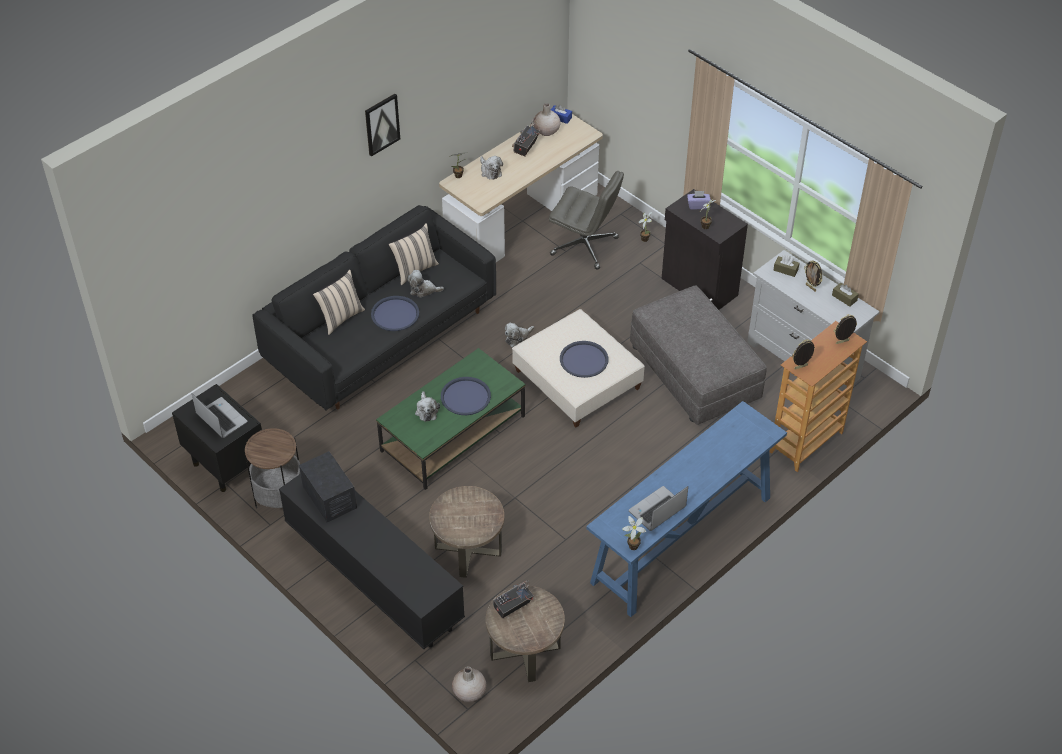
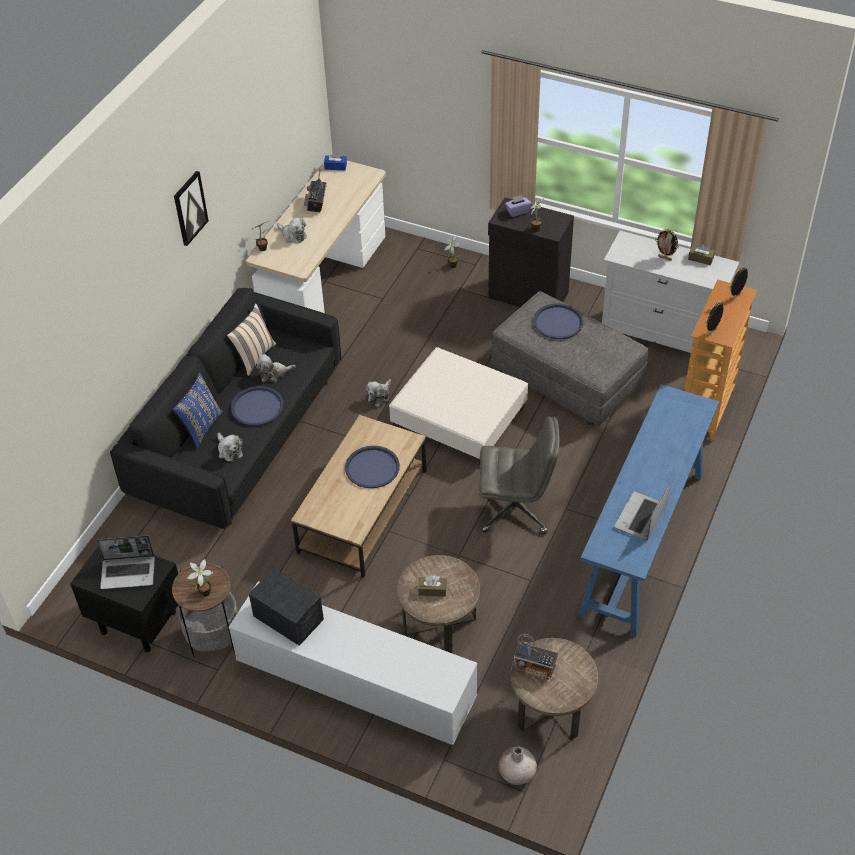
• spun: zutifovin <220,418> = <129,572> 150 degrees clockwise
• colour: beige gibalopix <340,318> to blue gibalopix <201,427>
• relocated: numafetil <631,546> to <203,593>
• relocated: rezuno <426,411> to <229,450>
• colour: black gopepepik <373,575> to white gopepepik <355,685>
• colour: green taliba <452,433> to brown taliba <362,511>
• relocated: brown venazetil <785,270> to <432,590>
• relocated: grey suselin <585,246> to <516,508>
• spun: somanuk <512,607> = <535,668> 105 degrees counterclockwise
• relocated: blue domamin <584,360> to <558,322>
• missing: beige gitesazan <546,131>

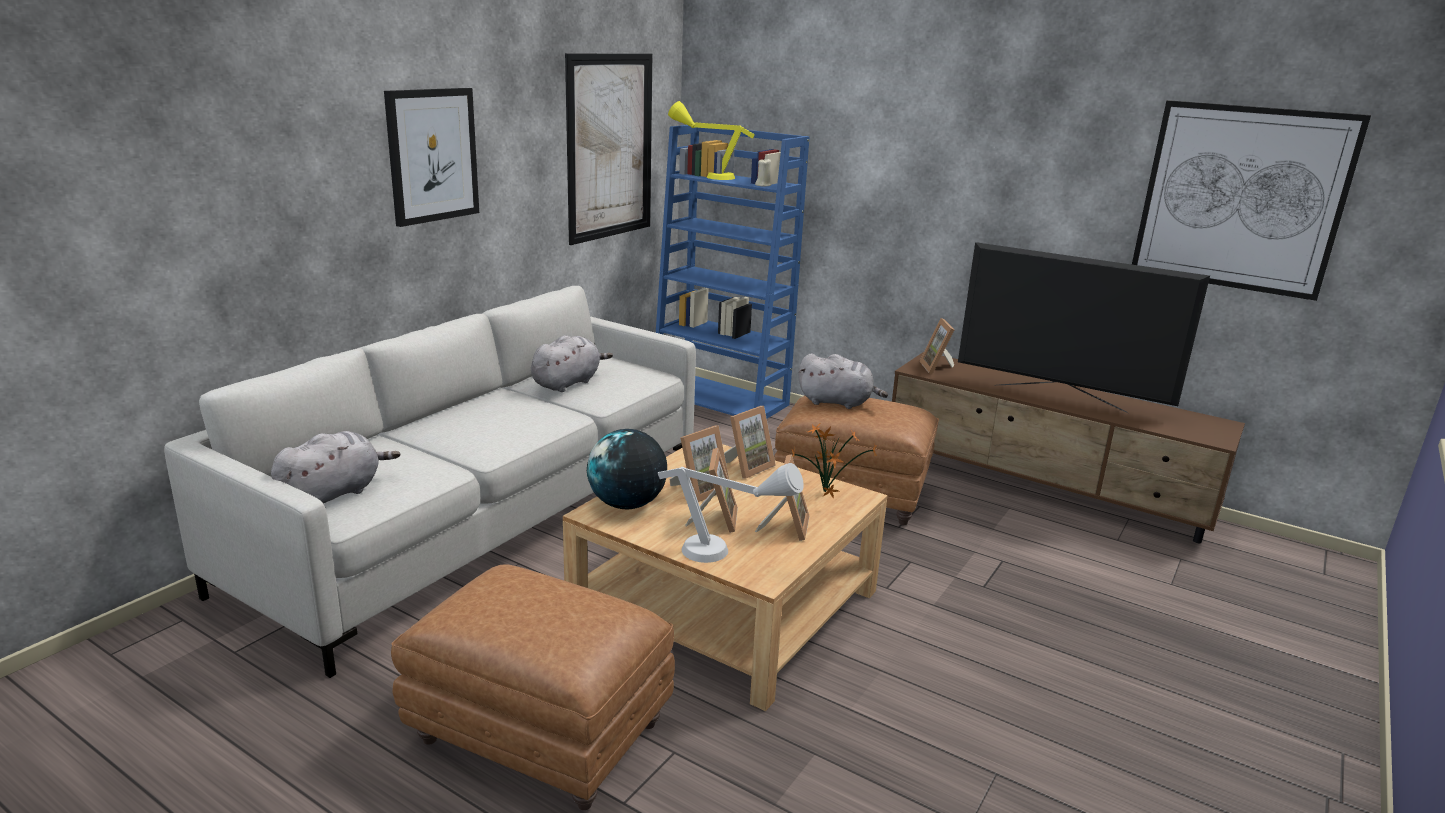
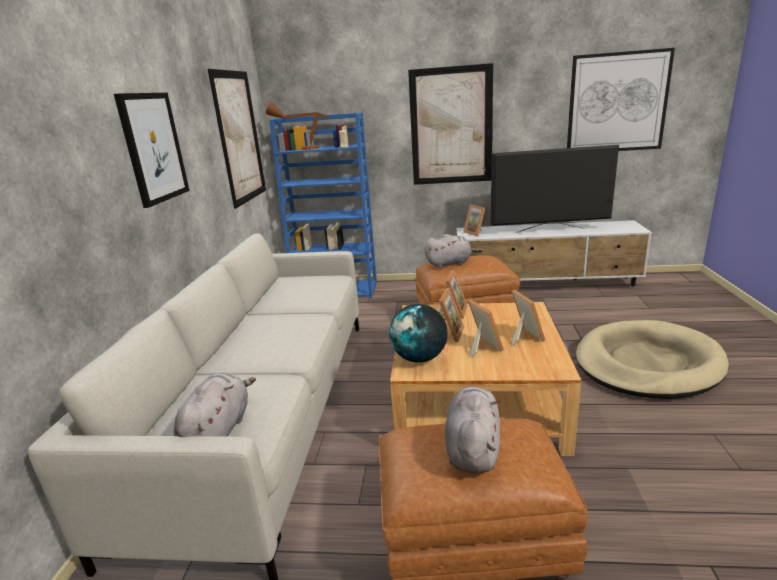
• colour: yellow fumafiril <707,176> to brown fumafiril <300,149>
• appeared: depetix <451,126>
• relocated: grey rezuno <568,383> to <472,448>
• colour: brown gopepepik <1044,490> to white gopepepik <546,284>
• appeared: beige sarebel <646,364>
• missing: grey fumafiril <727,556>
• missing: numafetil <825,492>

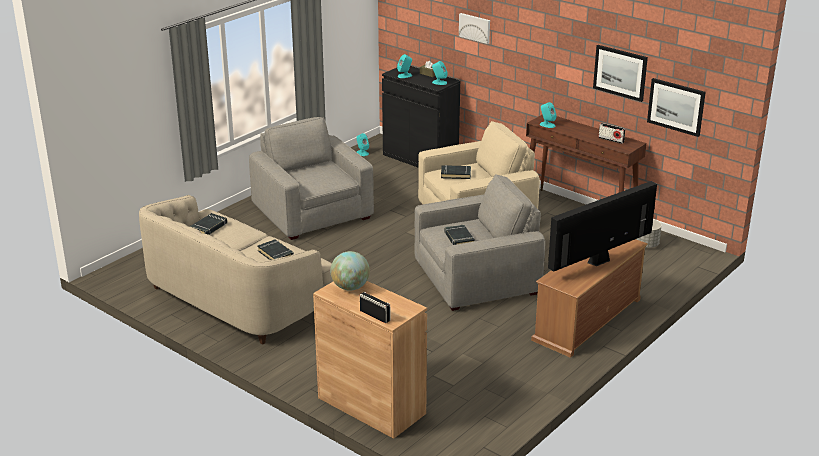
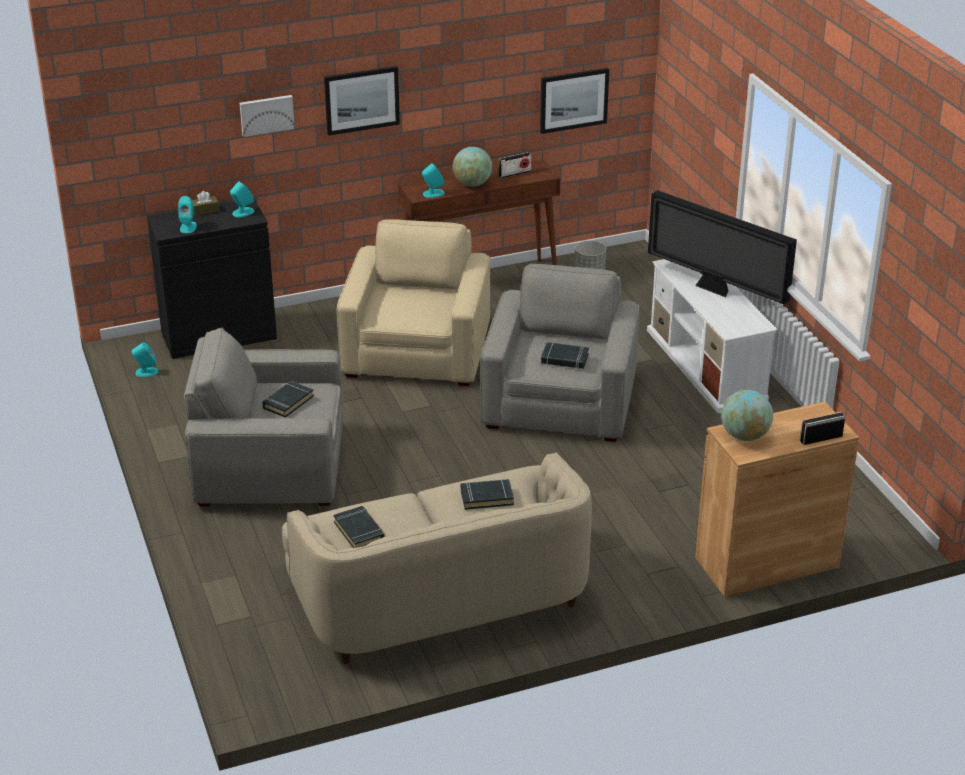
• relocated: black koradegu <456,174> to <288,402>
• relocated: depetix <620,72> to <361,100>
• appeared: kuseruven <472,184>
• colour: brown gopepepik <587,320> to white gopepepik <707,365>
• spun: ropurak <599,261> = <715,290> 45 degrees counterclockwise

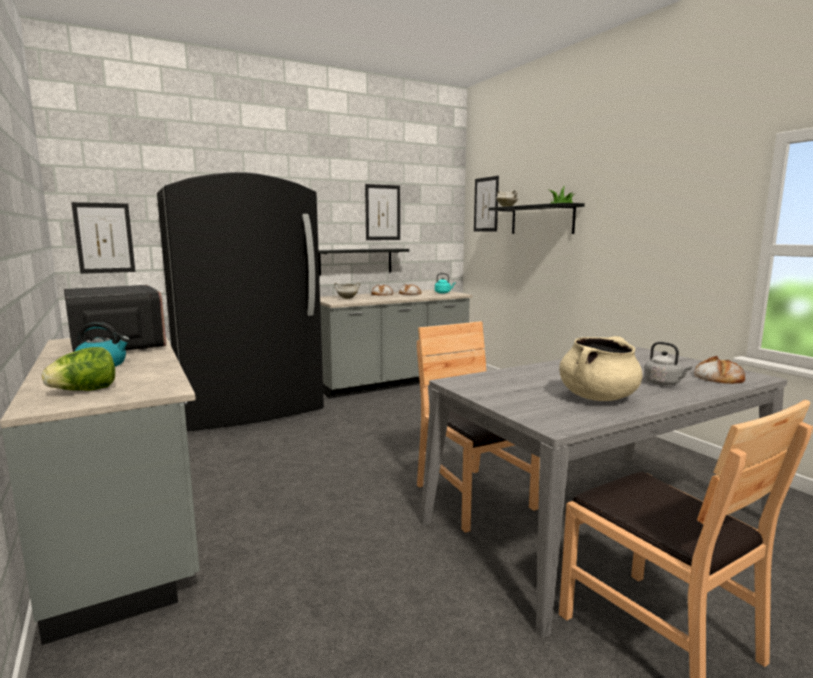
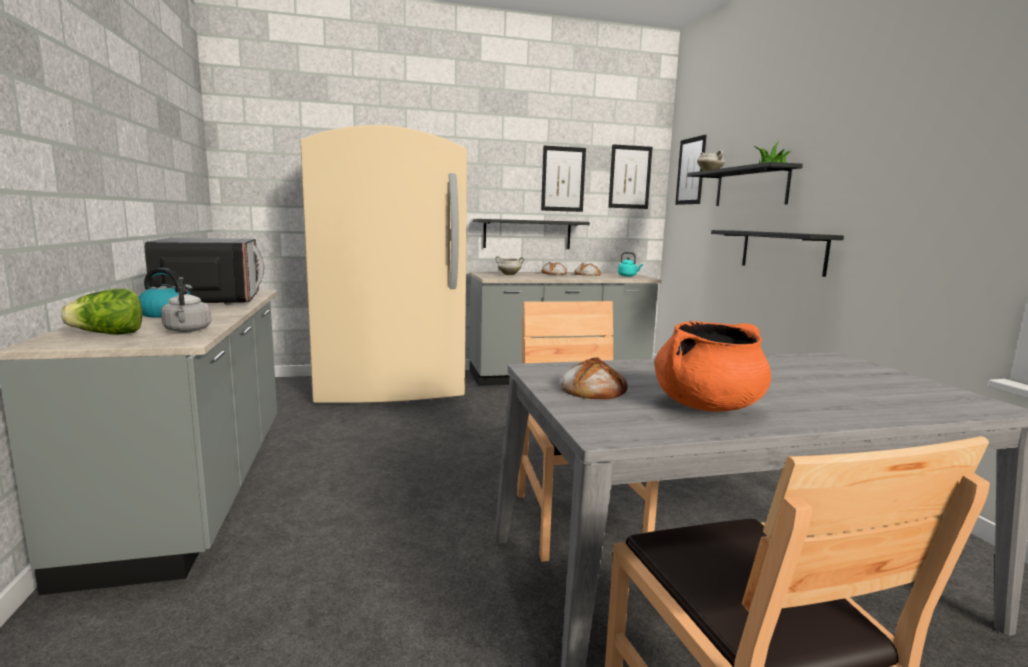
• relocated: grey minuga <664,383> to <187,330>
• colour: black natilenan <250,409> to beige natilenan <390,387>
• relocated: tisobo <717,377> to <592,389>
• relocated: depetix <104,238> to <630,177>
• colour: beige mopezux <598,397> to orange mopezux <707,406>
• appeared: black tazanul <782,251>

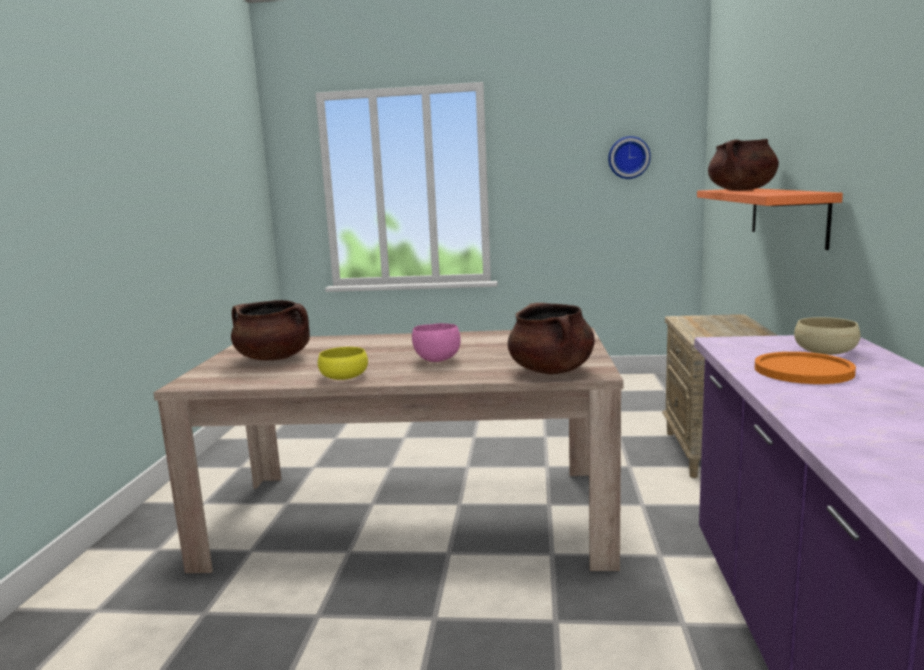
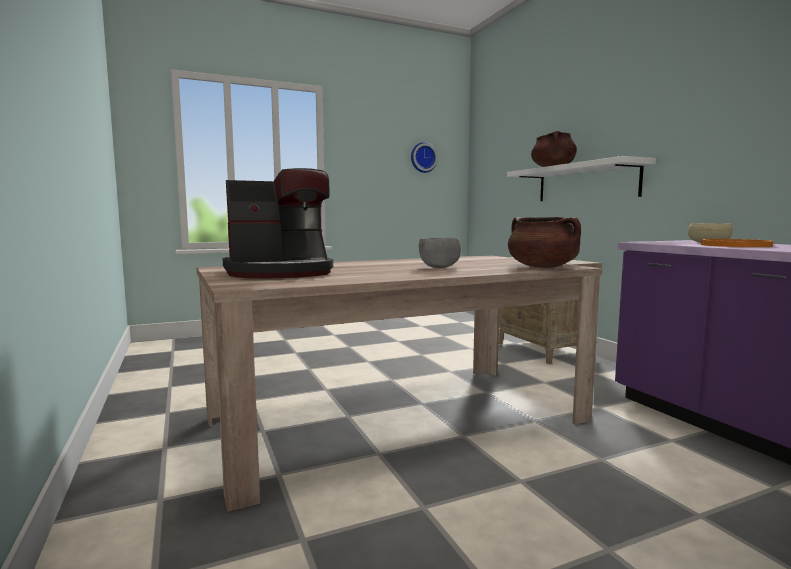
• exchanged: brown mopezux <274,358> to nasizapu <280,273>
• colour: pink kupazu <436,360> to grey kupazu <438,267>
• colour: orange tazanul <787,215> to white tazanul <585,183>
• missing: yellow kupazu <344,376>

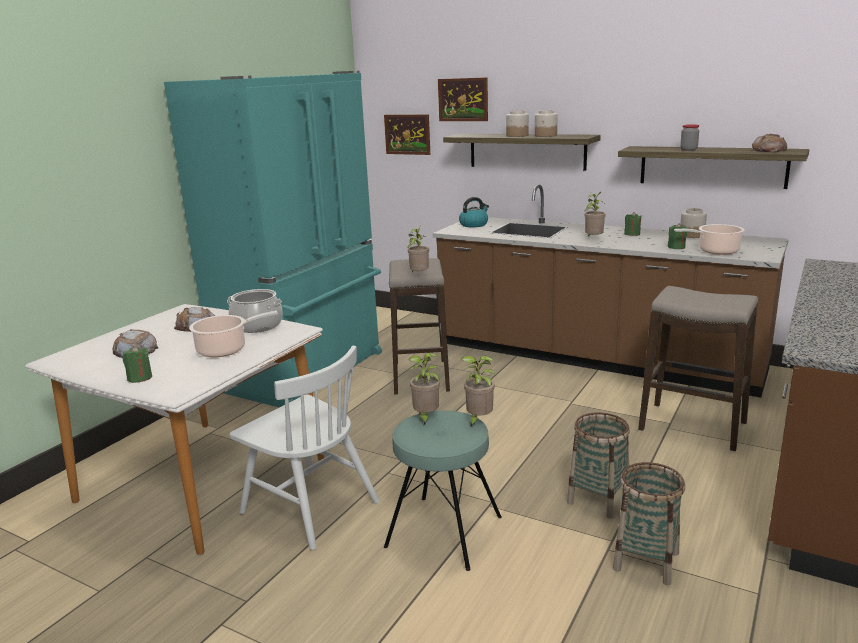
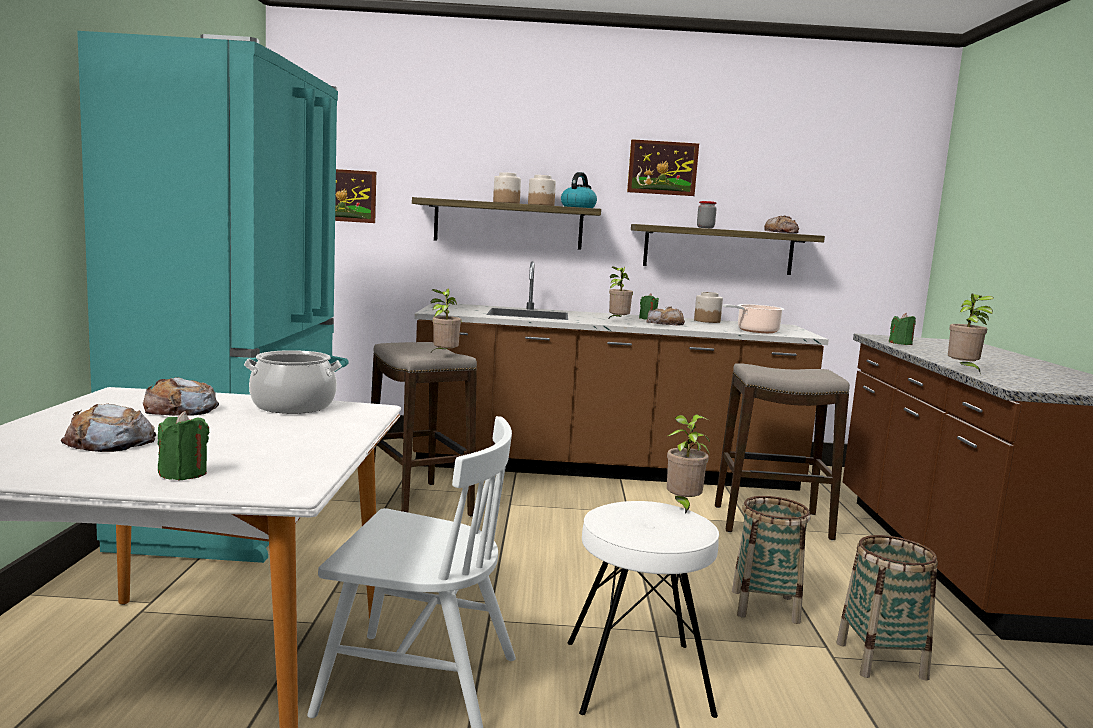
• relocated: minuga <474,224> to <578,207>
• colour: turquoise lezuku <443,531> to white lezuku <636,677>
• relocated: depetix <463,99> to <662,168>
• appeared: tisobo <665,323>
• relocated: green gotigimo <676,247> to <900,343>
• relocated: numafetil <425,417> to <963,370>
• missing: mopezux <225,349>

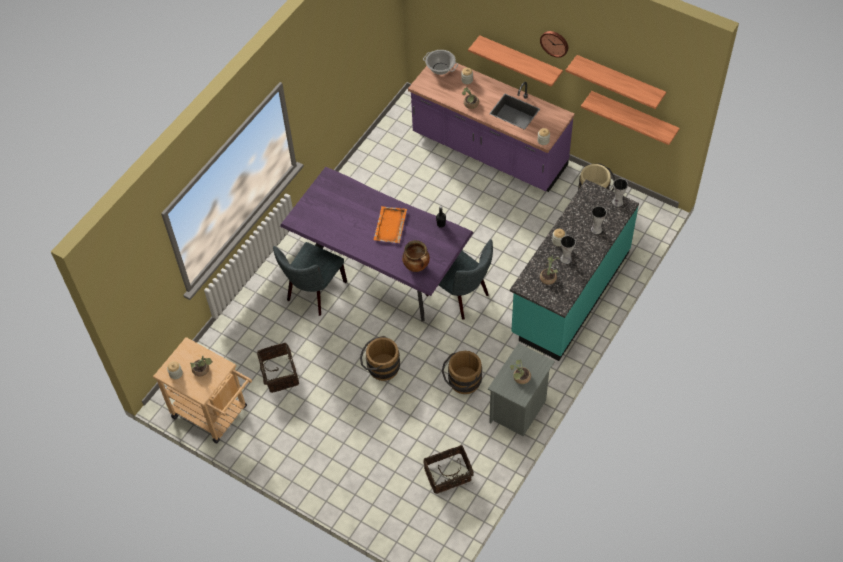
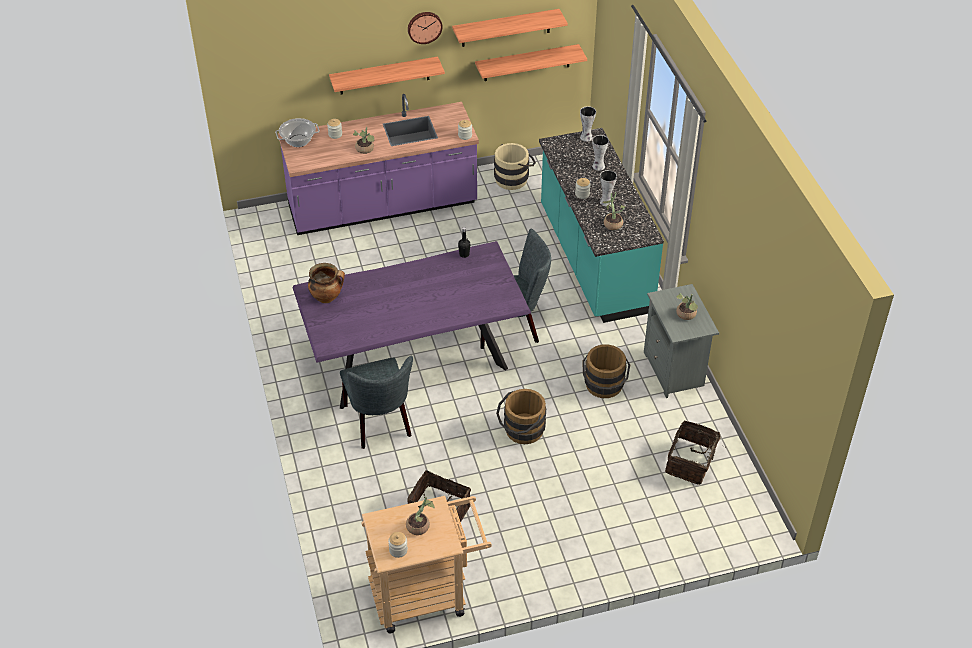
• relocated: mopezux <417,267> to <327,297>
• missing: orange domamin <390,226>

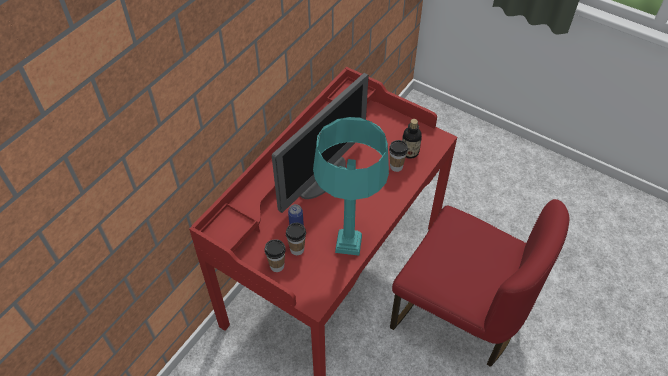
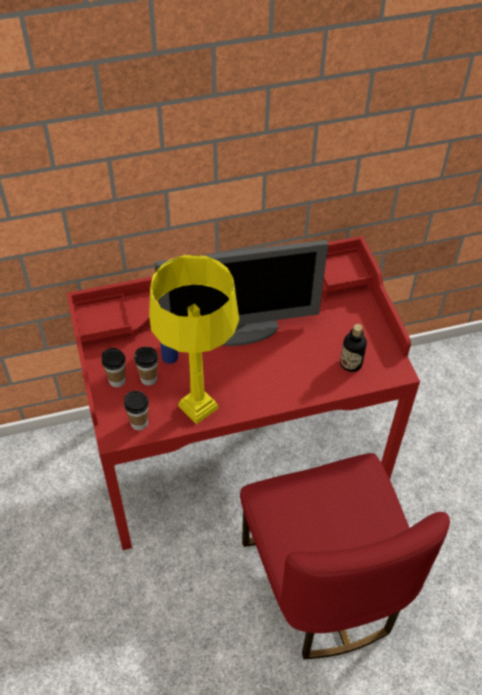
• relocated: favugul <396,166> to <139,423>
• colour: turquoise fumafiril <348,243> to yellow fumafiril <198,406>

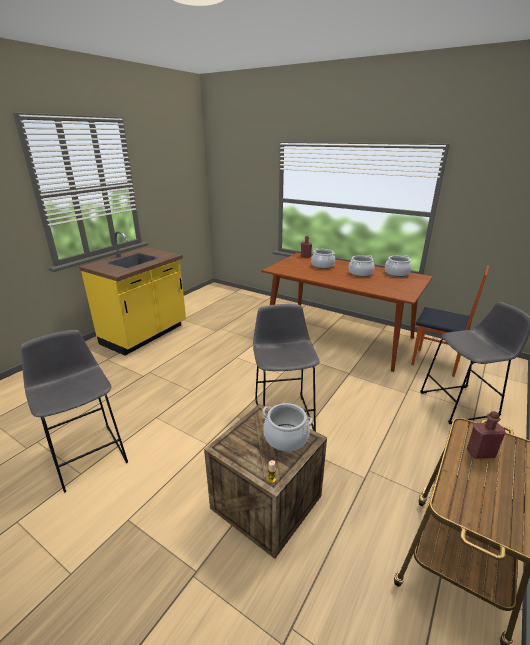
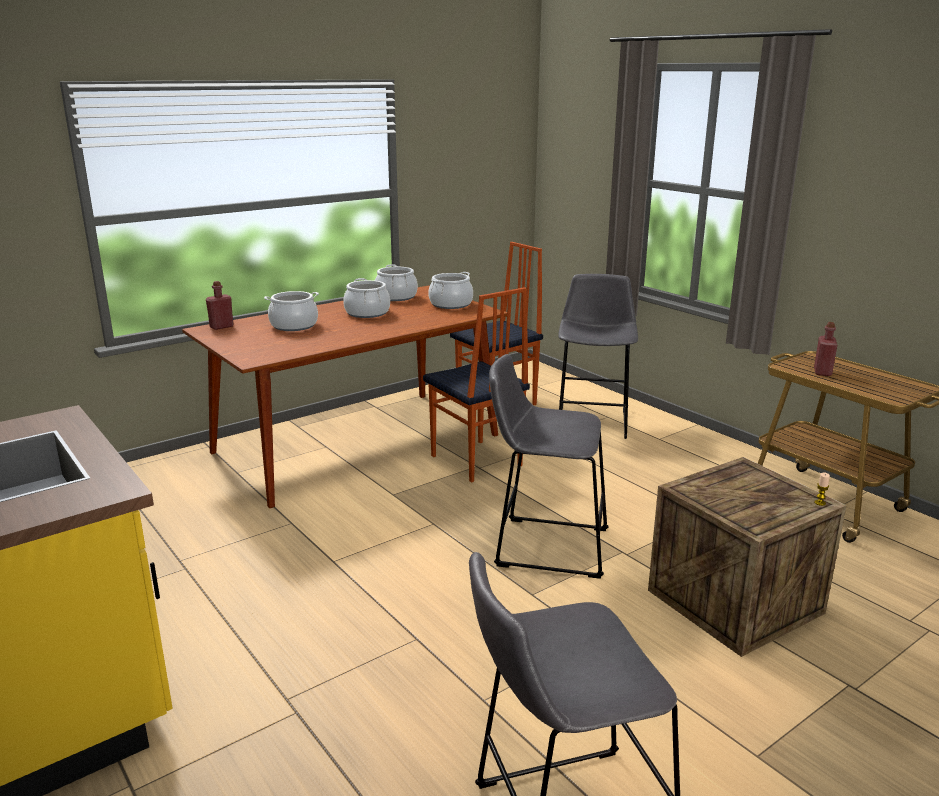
• appeared: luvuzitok <475,461>
• relocated: mopezux <286,438> to <451,304>

